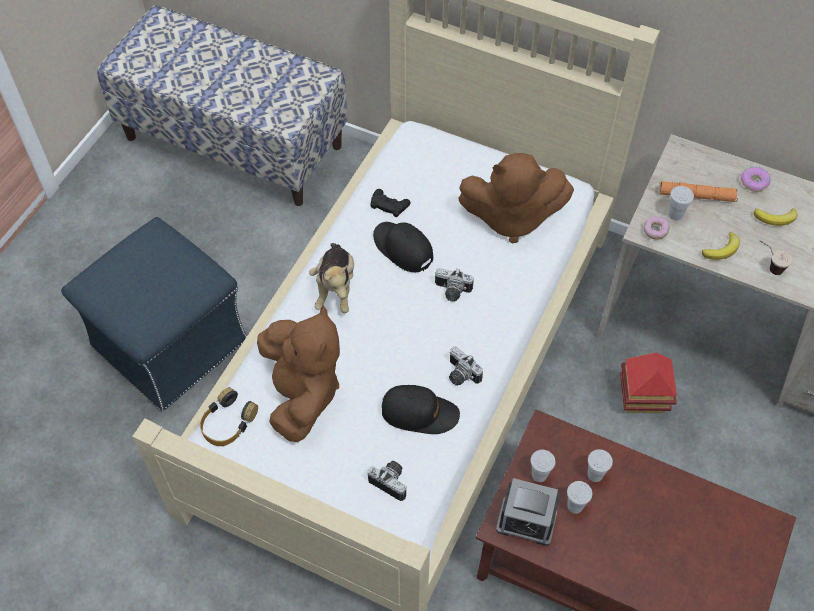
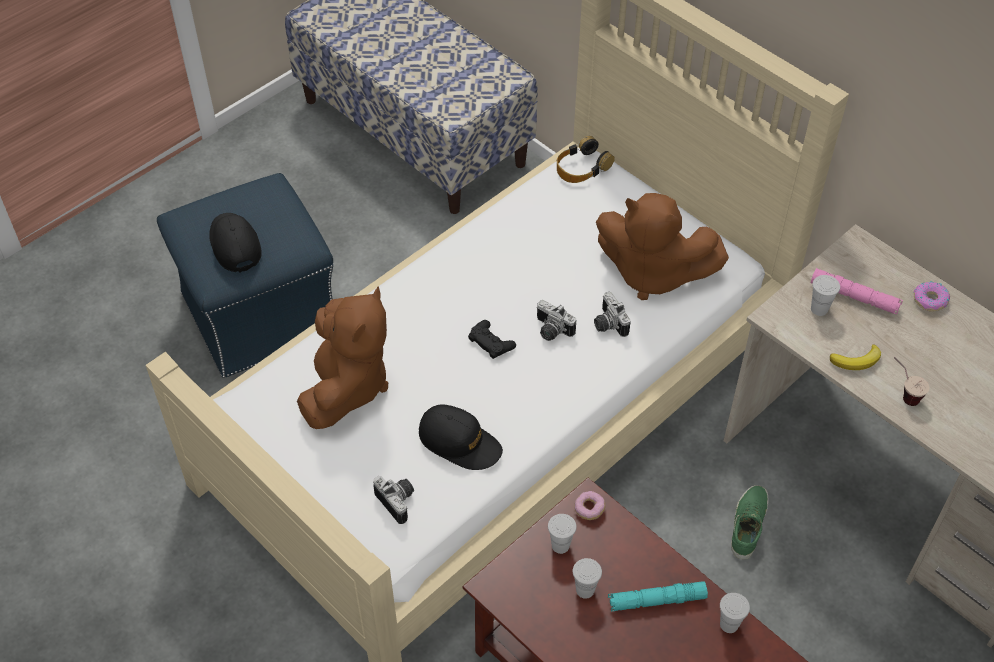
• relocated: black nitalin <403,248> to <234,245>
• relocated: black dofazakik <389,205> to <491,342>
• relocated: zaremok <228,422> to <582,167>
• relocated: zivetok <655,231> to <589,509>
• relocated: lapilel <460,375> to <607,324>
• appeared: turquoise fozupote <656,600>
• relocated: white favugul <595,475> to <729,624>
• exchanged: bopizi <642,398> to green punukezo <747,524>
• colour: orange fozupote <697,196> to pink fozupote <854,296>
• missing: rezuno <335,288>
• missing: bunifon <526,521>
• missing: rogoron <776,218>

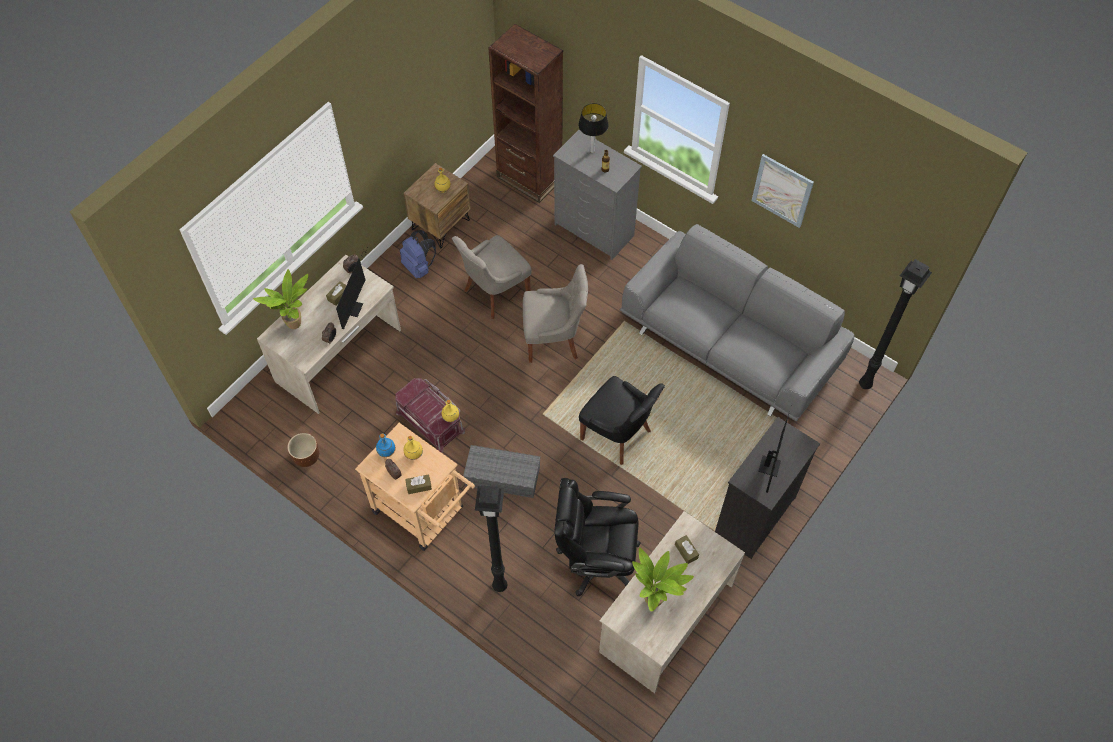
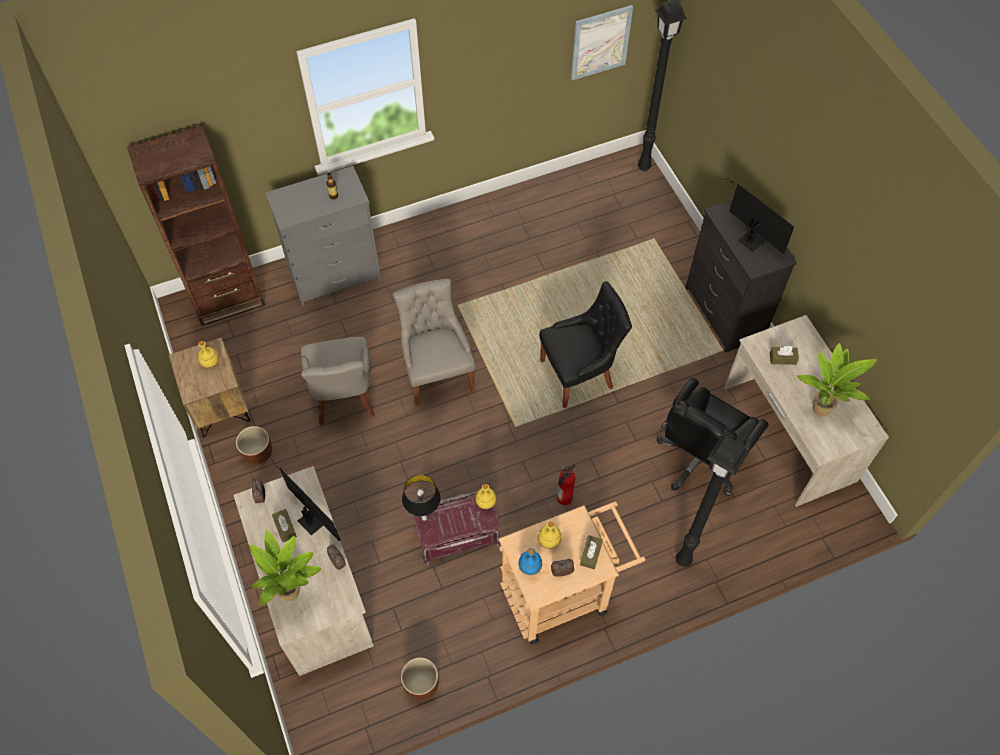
• exchanged: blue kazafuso <419,267> to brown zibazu <258,453>
• spun: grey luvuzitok <554,339> = <437,374> 45 degrees counterclockwise
• relocated: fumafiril <592,151> to <424,518>
• exchanged: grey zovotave <501,477> to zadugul <563,499>
• relocated: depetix <782,190> to <600,42>
• missing: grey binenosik <731,343>

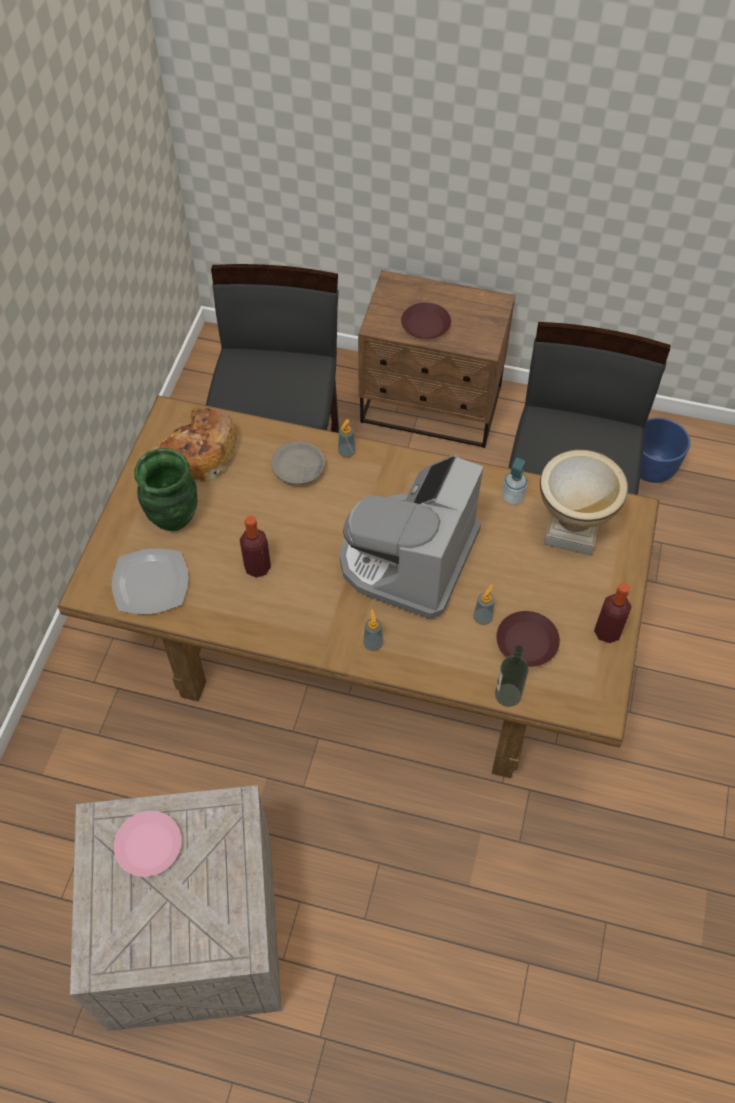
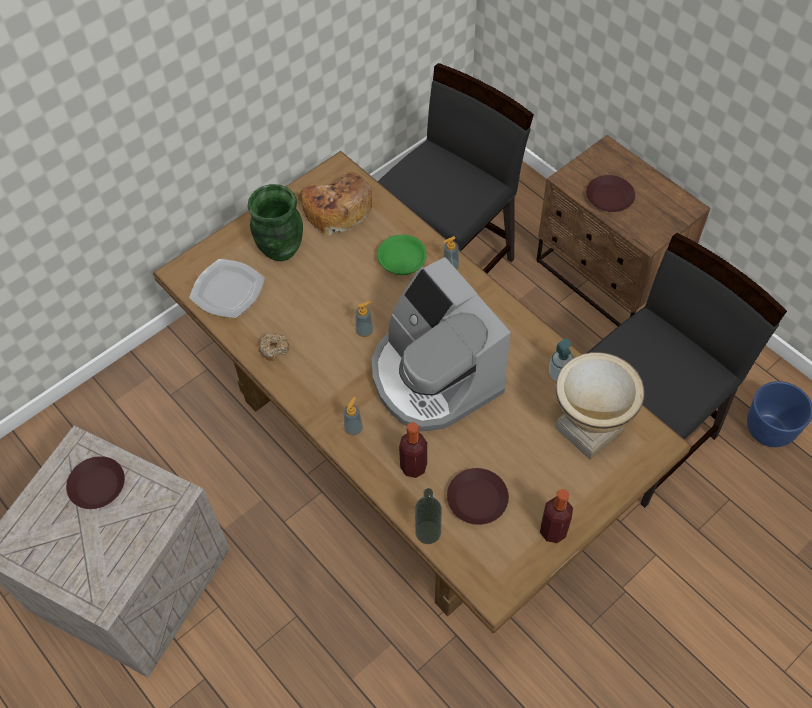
• colour: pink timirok <149,845> to brown timirok <98,485>
• appeared: zivetok <274,349>
• relocated: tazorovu <483,618> to <364,331>
• spun: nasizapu <408,558> = <434,376> 90 degrees counterclockwise
• colour: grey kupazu <299,470> to green kupazu <402,261>
• relocated: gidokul <257,567> to <413,466>

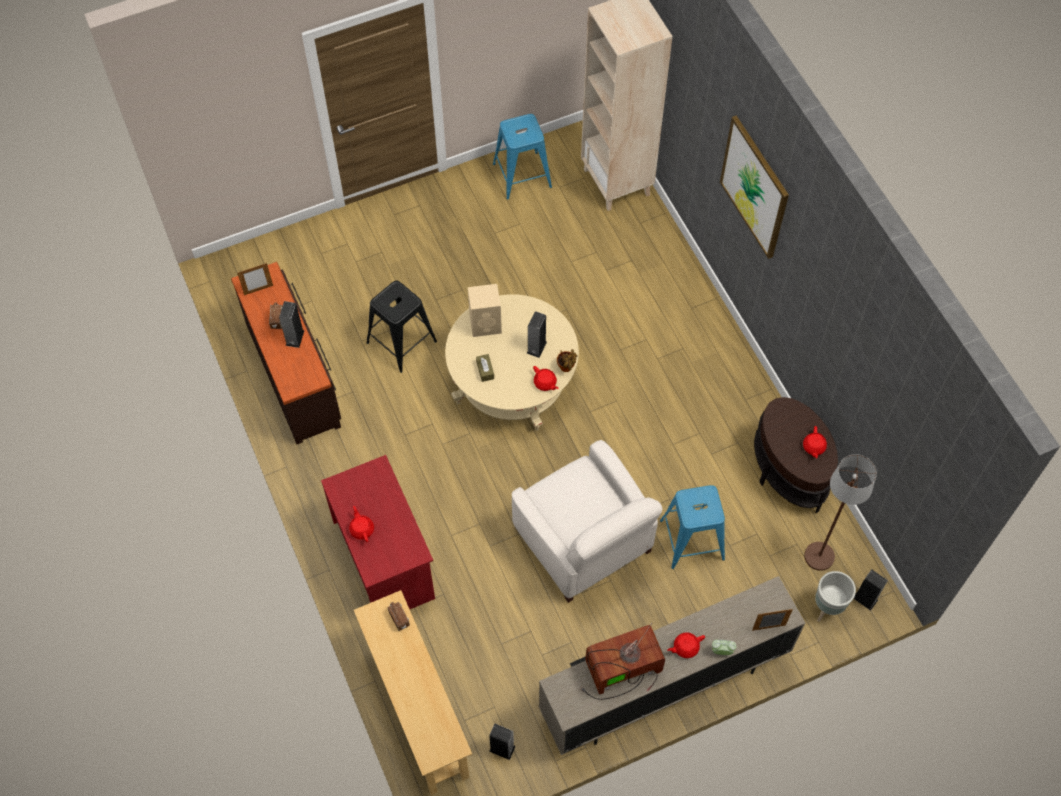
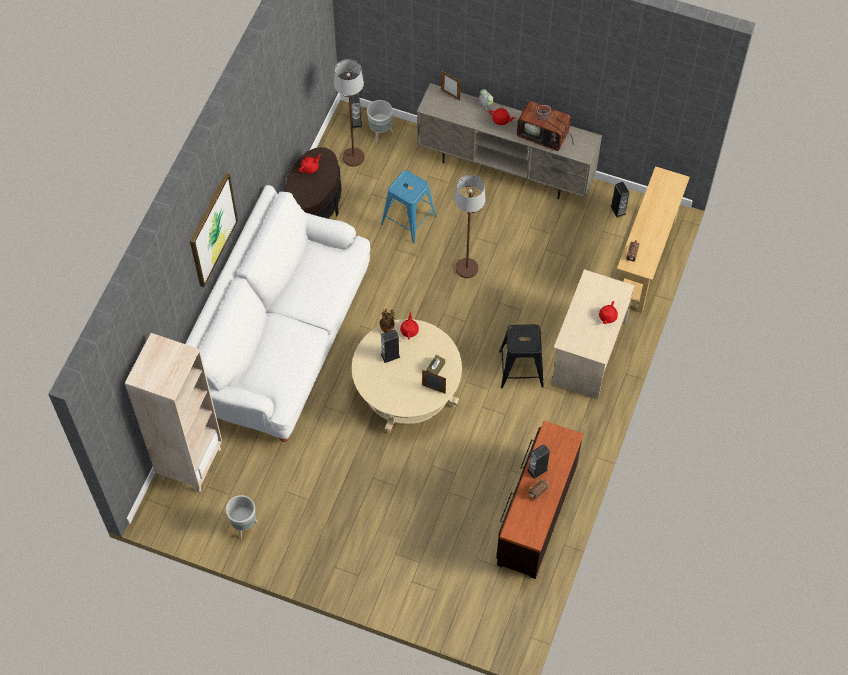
• appeared: white binenosik <282,341>
• exchanged: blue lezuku <522,176> to grey zibazu <244,526>
• relocated: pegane <258,290> to <433,389>
• exchanged: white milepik <584,541> to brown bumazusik <467,268>
• relocated: black lezuku <401,342> to <521,368>
• colour: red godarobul <384,558> to beige godarobul <587,353>
• missing: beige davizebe <486,324>

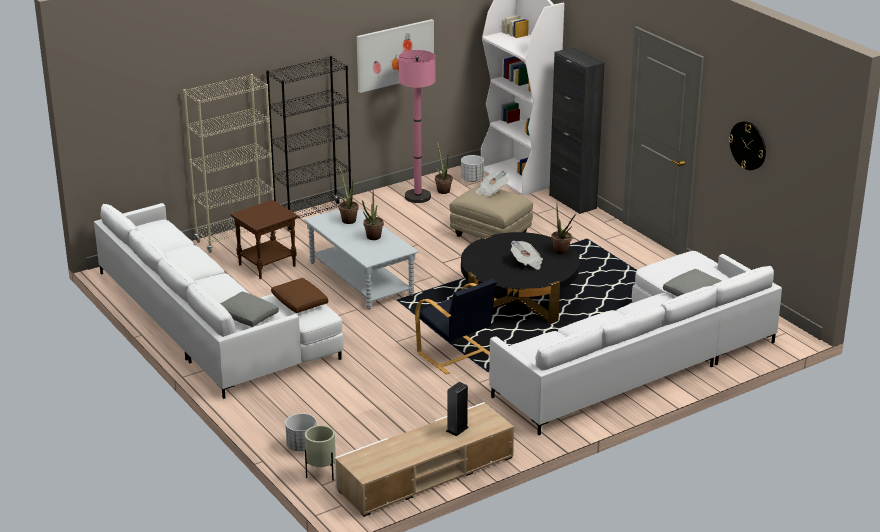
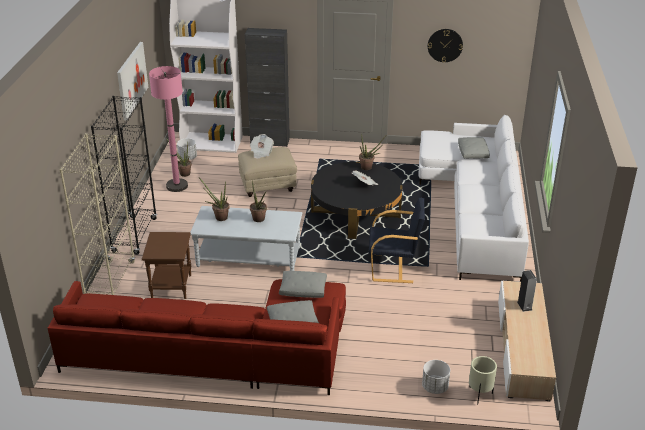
• colour: white binenosik <209,325> to red binenosik <217,353>
• colour: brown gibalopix <299,302> to grey gibalopix <302,290>

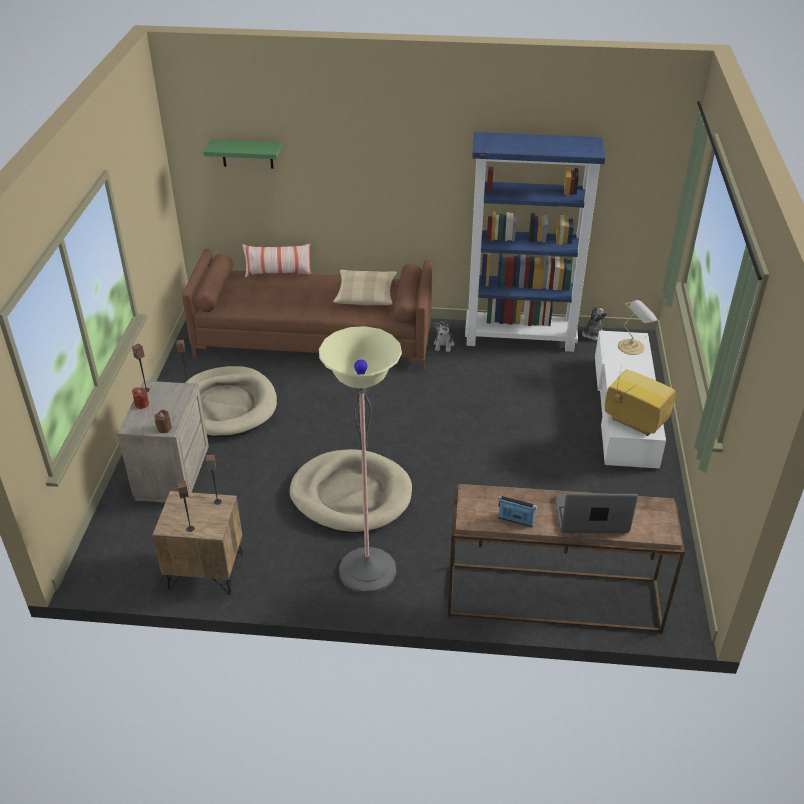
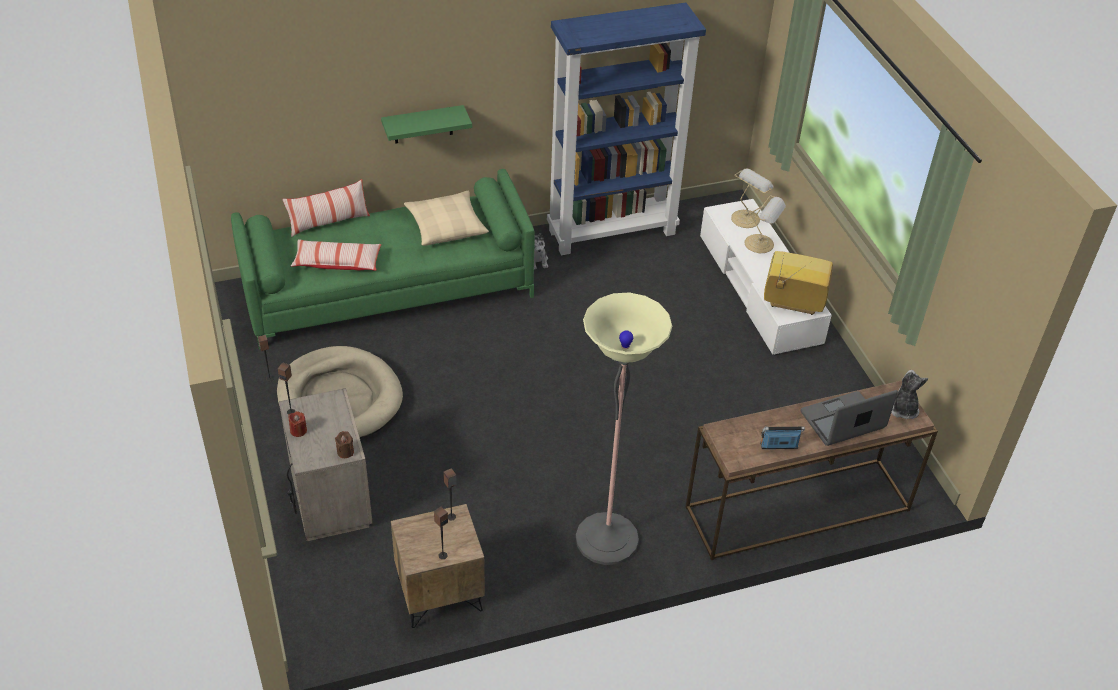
• colour: brown binenosik <314,338> to green binenosik <388,289>
• appeared: gibalopix <337,262>
• relocated: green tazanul <247,154> to <423,124>
• appeared: fumafiril <760,244>
• relocated: rezuno <592,334> to <903,409>
• missing: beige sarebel <351,495>

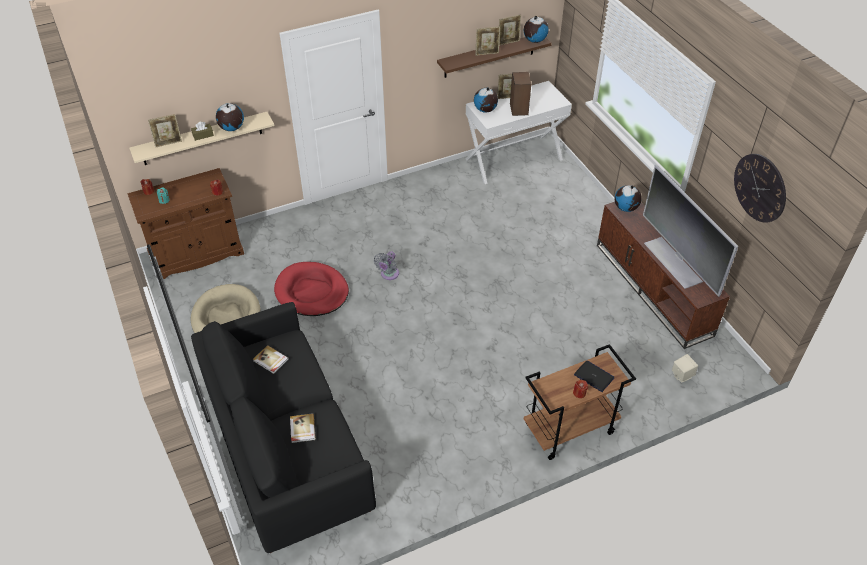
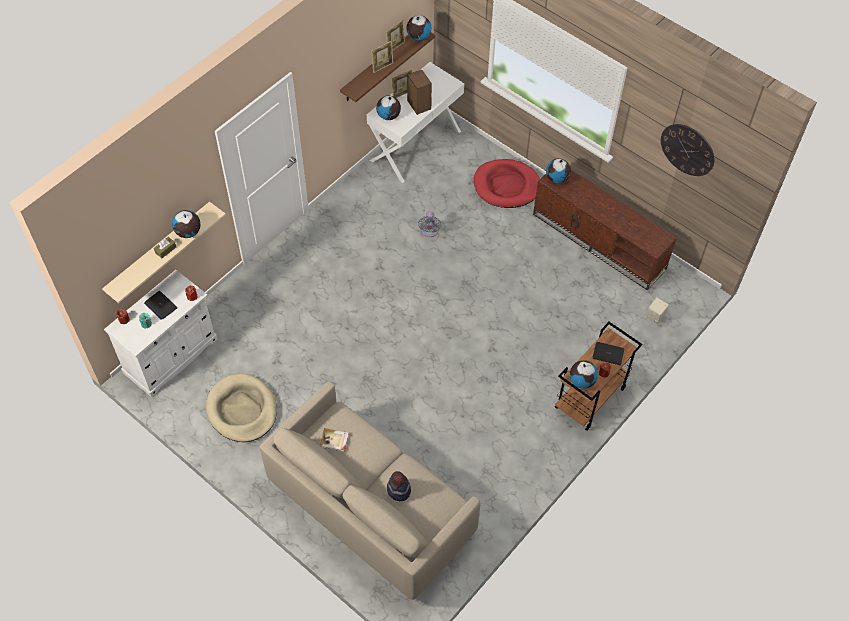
• colour: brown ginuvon <196,254> to white ginuvon <171,356>
• appeared: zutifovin <160,305>
• colour: black binenosik <287,448> to beige binenosik <370,507>
• exchanged: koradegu <302,429> to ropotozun <398,490>
• relocated: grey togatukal <388,275> to <429,232>
• relocated: red sarebel <312,292> to <506,186>
• appeared: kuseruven <582,381>
• missing: pegane <168,143>
• missing: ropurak <674,261>

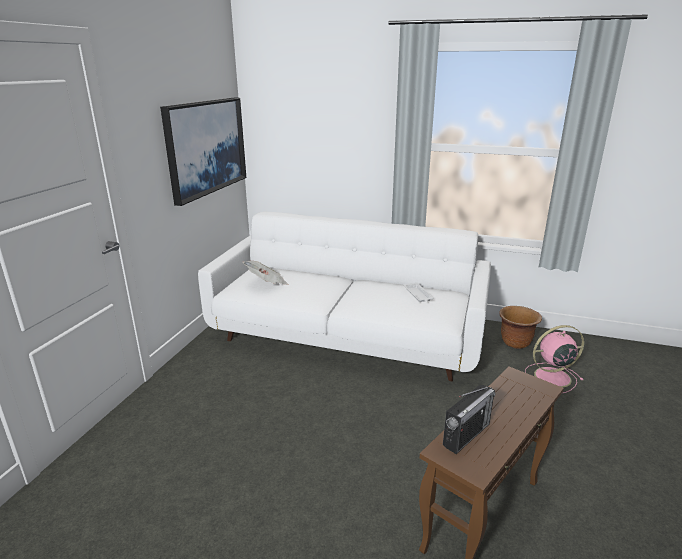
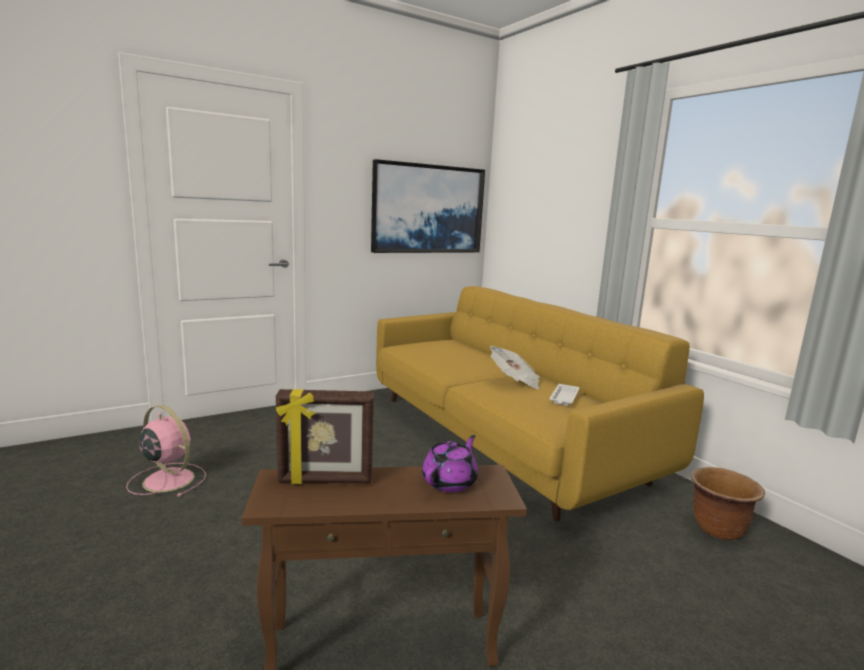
• relocated: pink togatukal <551,377> to <167,479>
• exchanged: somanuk <466,435> to pegane <325,481>
• colour: white binenosik <347,336> to yellow binenosik <501,437>
• appeared: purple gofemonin <450,482>
• relocated: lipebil <267,283> to <515,381>

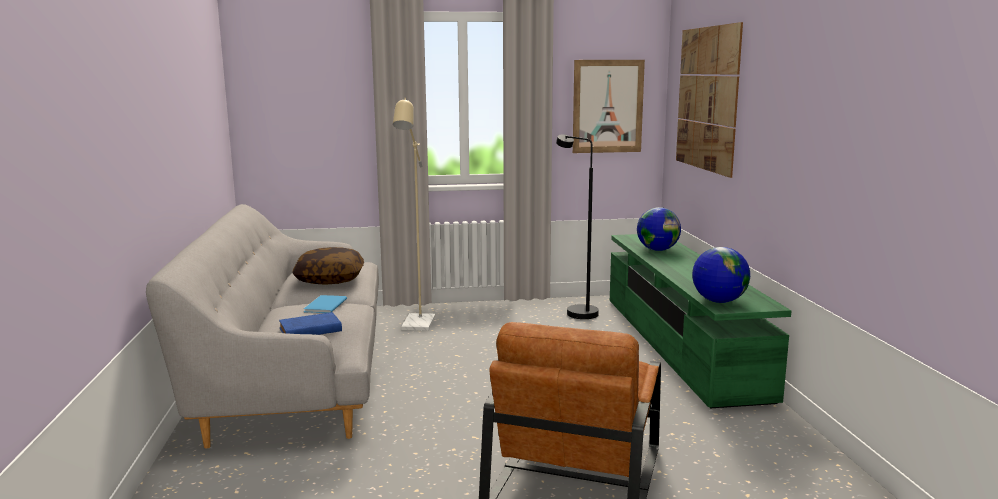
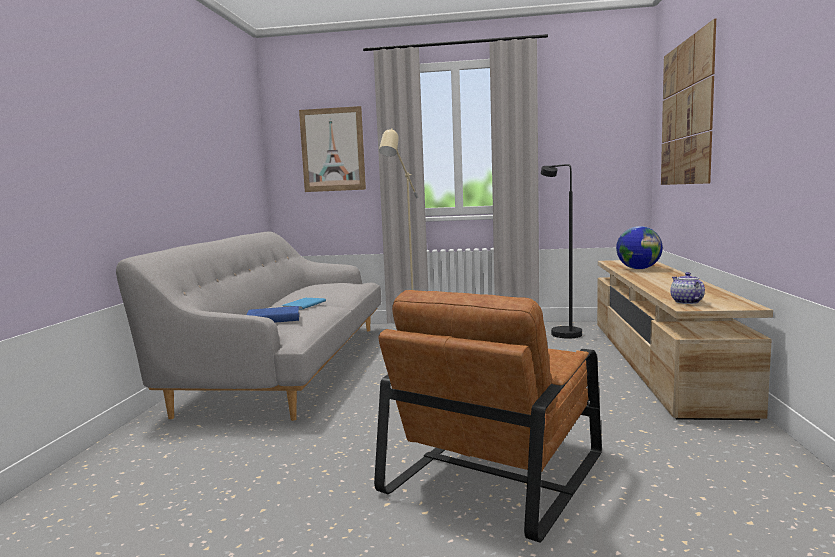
• relocated: depetix <607,106> to <332,150>
• colour: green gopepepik <680,344> to beige gopepepik <659,361>
• exchanged: kuseruven <718,301> to gofemonin <686,302>
• missing: gibalopix <329,279>

